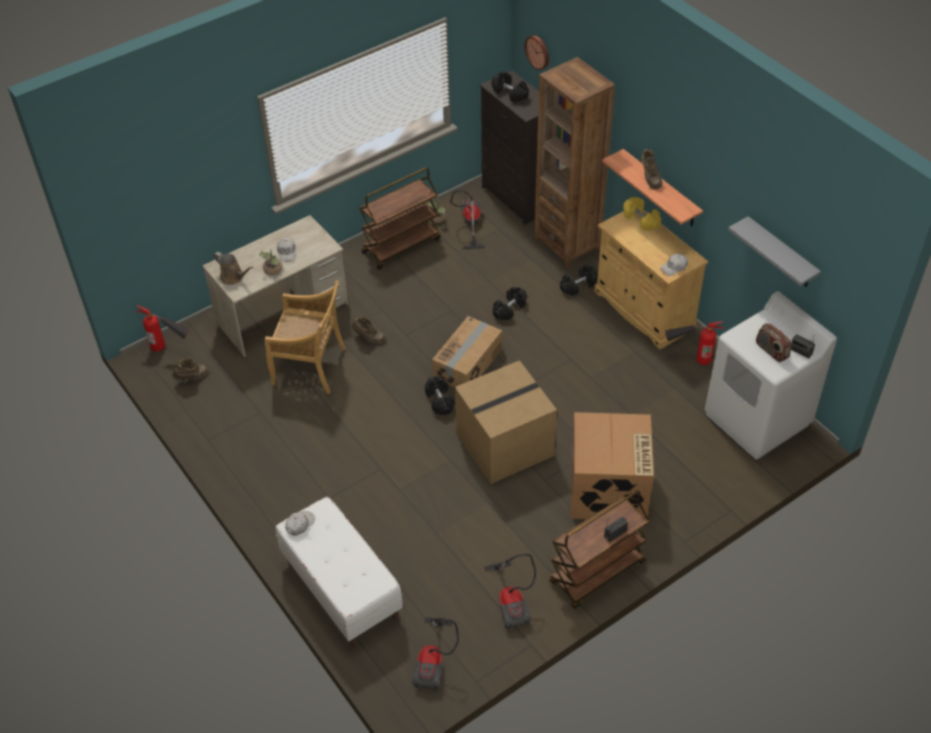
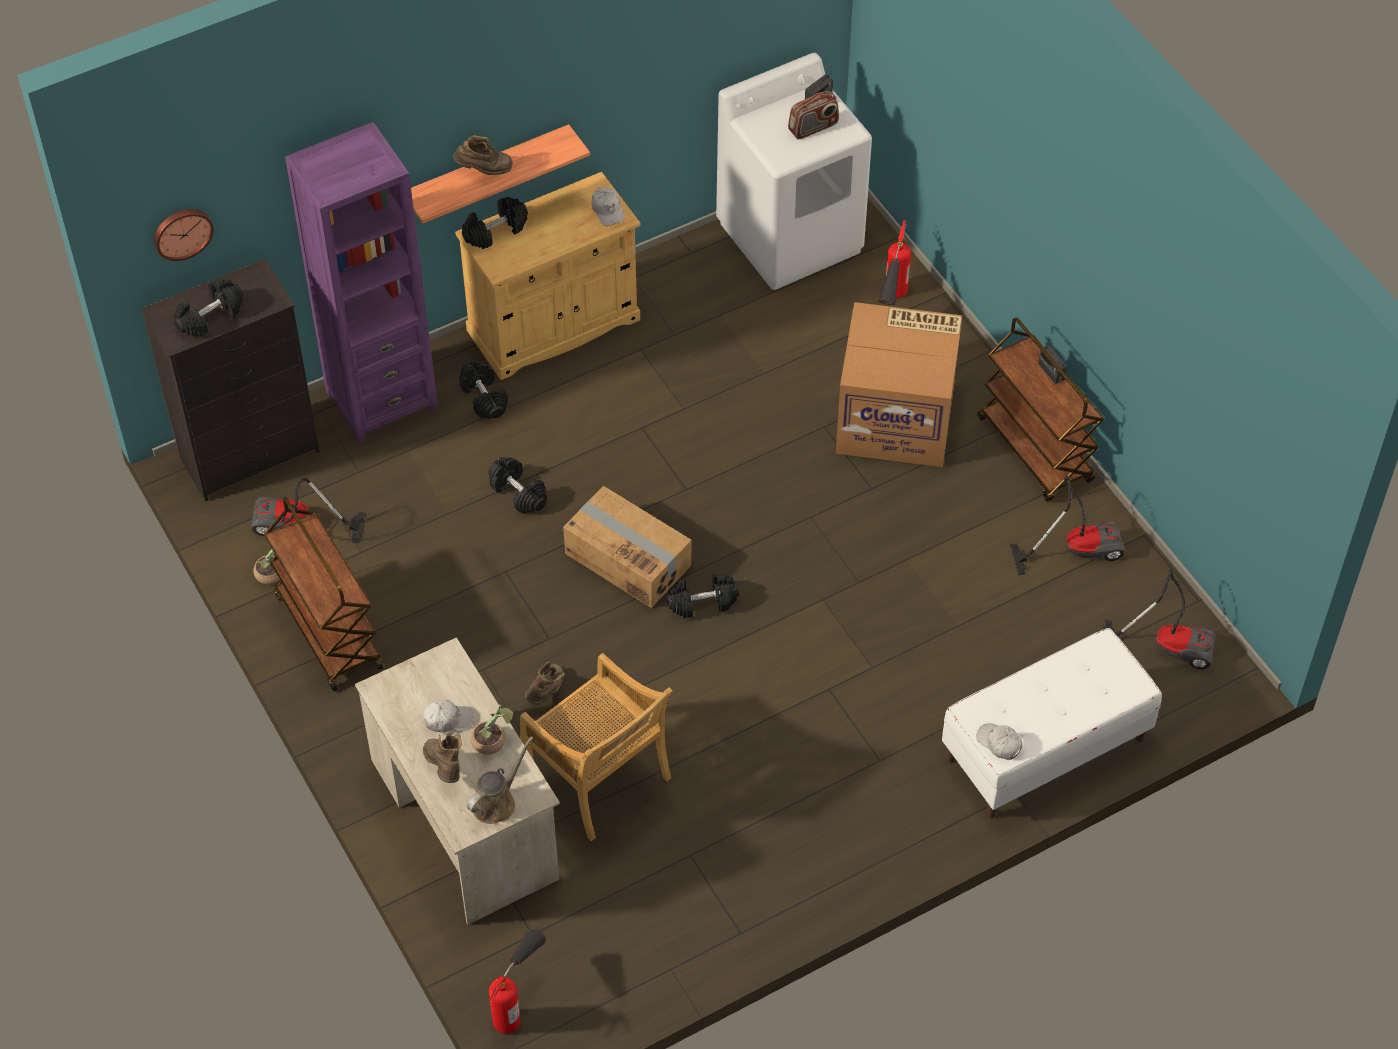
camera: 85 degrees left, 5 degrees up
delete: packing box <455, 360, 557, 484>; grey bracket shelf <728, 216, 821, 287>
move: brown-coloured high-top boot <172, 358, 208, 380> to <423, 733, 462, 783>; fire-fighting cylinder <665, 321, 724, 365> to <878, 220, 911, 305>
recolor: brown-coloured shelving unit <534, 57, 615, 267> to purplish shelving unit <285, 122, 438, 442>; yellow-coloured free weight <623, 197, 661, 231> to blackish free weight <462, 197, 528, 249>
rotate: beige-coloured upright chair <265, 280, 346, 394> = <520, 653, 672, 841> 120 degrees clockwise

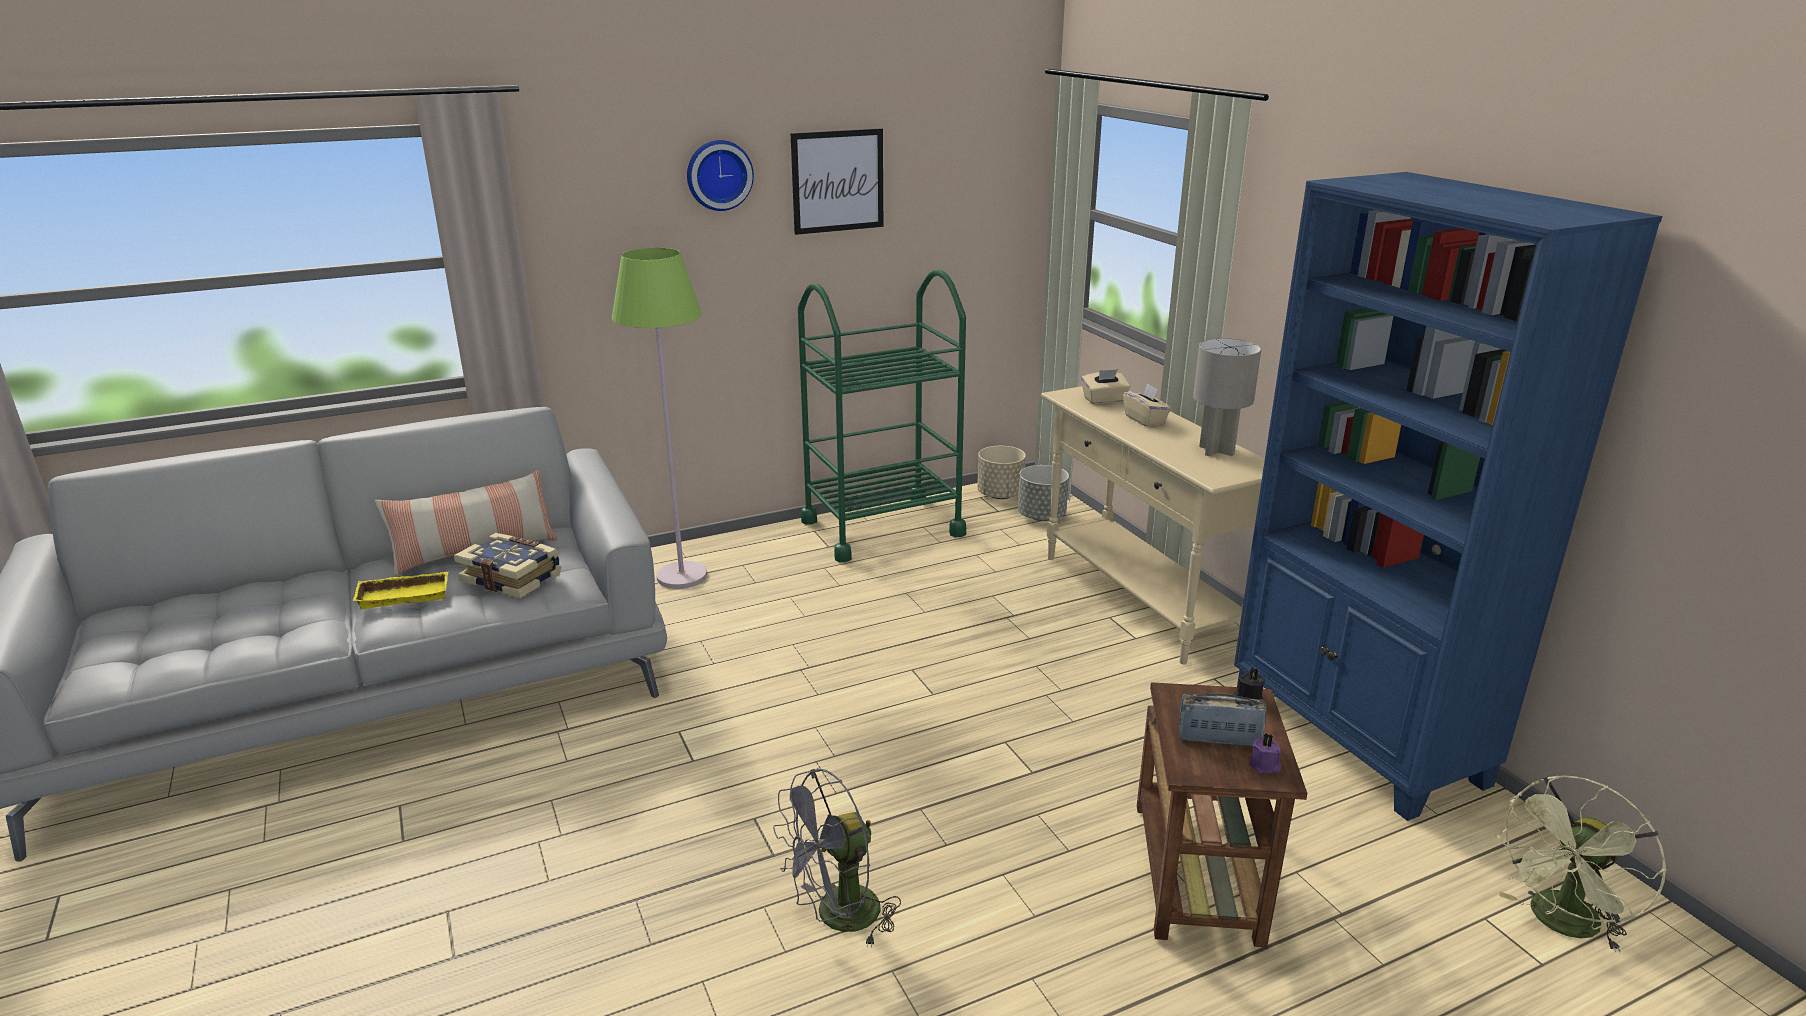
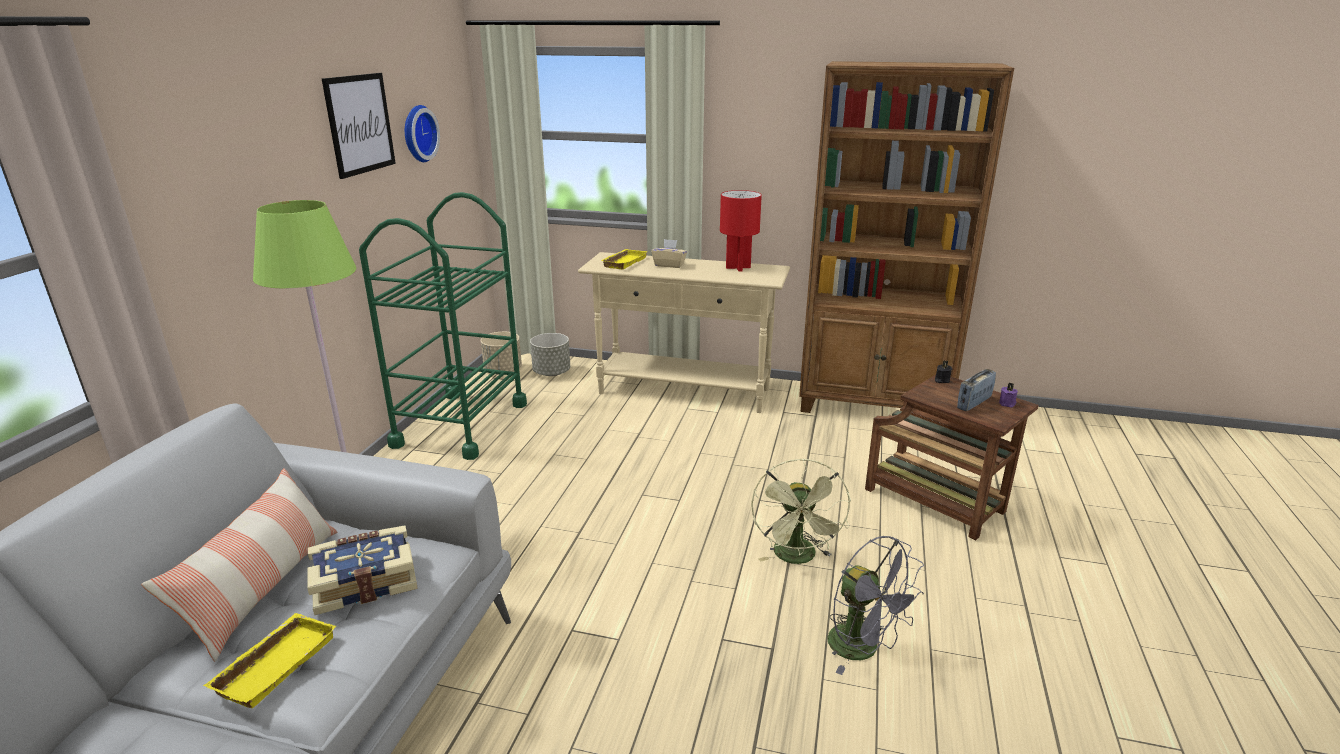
camera: 50 degrees left, 0 degrees up
move: hanging clock <687, 140, 754, 211> to <405, 105, 440, 162>; green-coloured fan <1496, 775, 1667, 952> to <751, 458, 851, 564>
replace: beige-coloured box of tissues <1081, 369, 1130, 404> to yellow-coloured tray <600, 249, 648, 269>
recolor: grey table lamp <1193, 338, 1261, 456> to reddish table lamp <720, 190, 762, 272>; blue-coloured shelving unit <1234, 172, 1662, 821> to brown-coloured shelving unit <799, 61, 1014, 413>
rotate: grey fan <773, 768, 901, 948> = <827, 536, 924, 675> 45 degrees counterclockwise

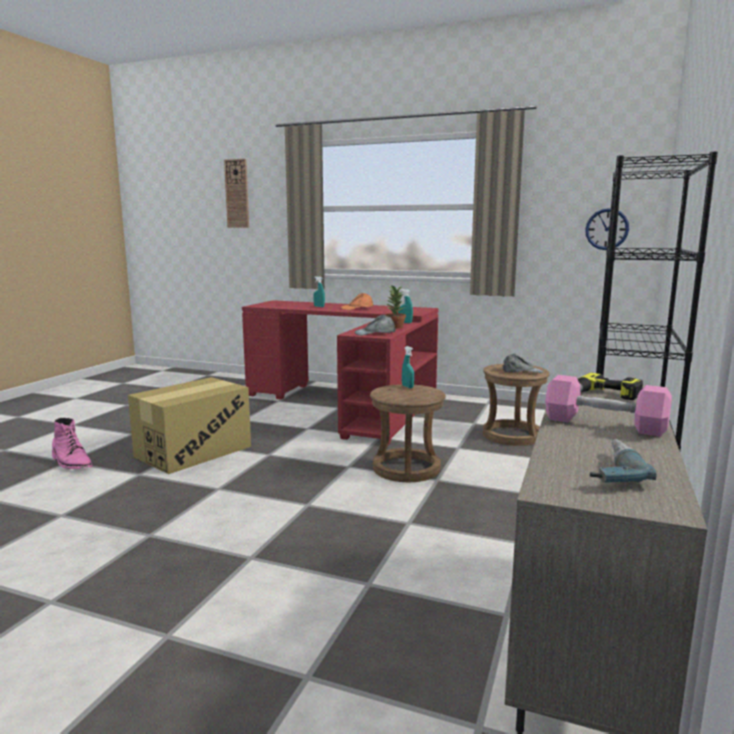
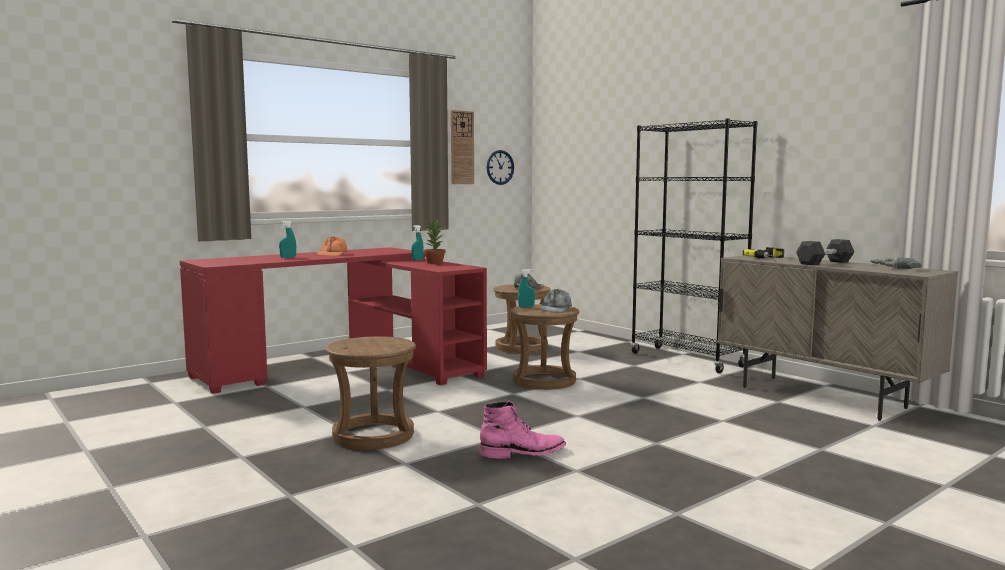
camera: 60 degrees left, 5 degrees down
move: pink high-top boot <52, 418, 93, 469> to <479, 401, 566, 459>; hanging clock <224, 159, 249, 228> to <451, 110, 474, 184>; grey baseball cap <355, 315, 396, 336> to <540, 289, 572, 313>
replace: packing box <128, 377, 251, 474> to brown-coloured sitting stool <326, 336, 416, 450>
recolor: pink free weight <545, 375, 672, 437> to grey free weight <796, 239, 854, 265>

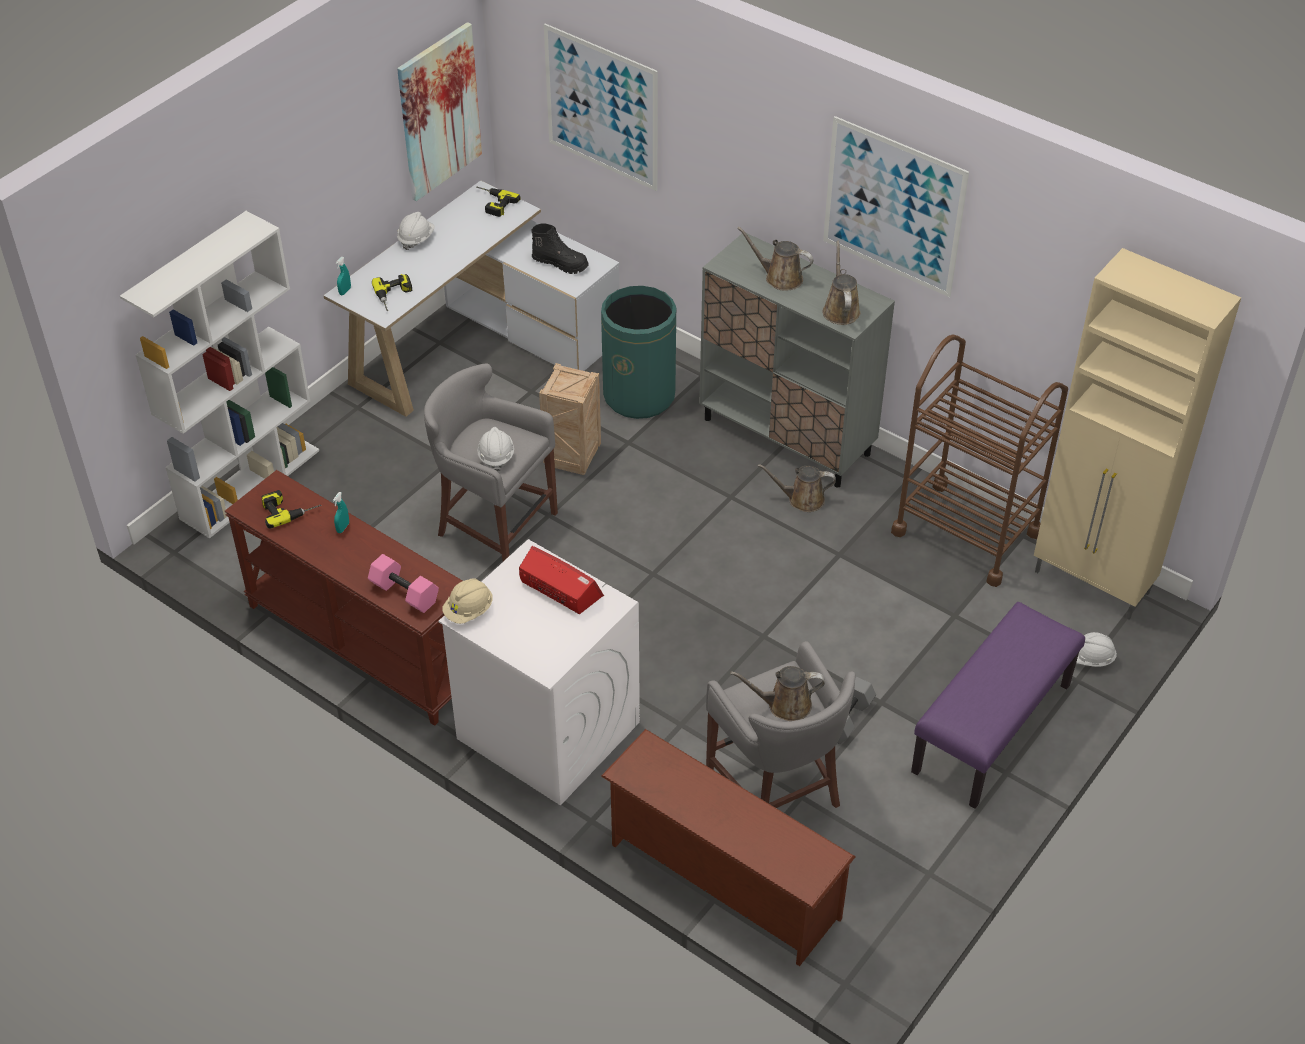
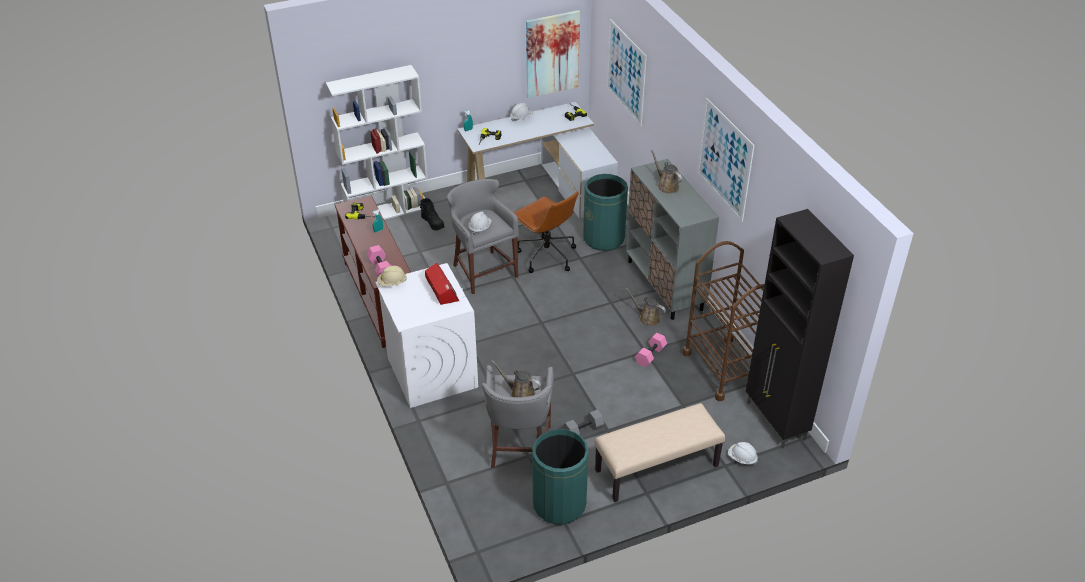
camera: 30 degrees right, 5 degrees down
delete: brown-coloured shoe shelf <601, 729, 856, 966>; brown-coloured watering can <822, 241, 860, 325>
insert: green-coloured trash can <532, 429, 589, 525>; pink free weight <635, 333, 667, 367>
move: blackish high-top boot <531, 224, 589, 274> to <420, 198, 445, 230>
replace: shipping crate <539, 363, 601, 475> to brown-coloured office chair <513, 192, 578, 273>
recolor: purplish long seat <911, 602, 1085, 809> to beige-coloured long seat <594, 403, 725, 502>; beige-coloured storage cabinet <1034, 248, 1241, 620> to blackish storage cabinet <746, 209, 854, 448>

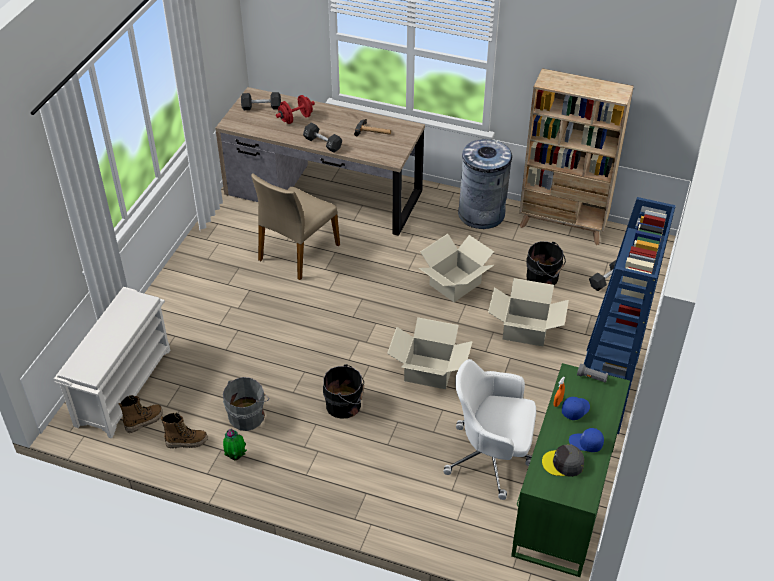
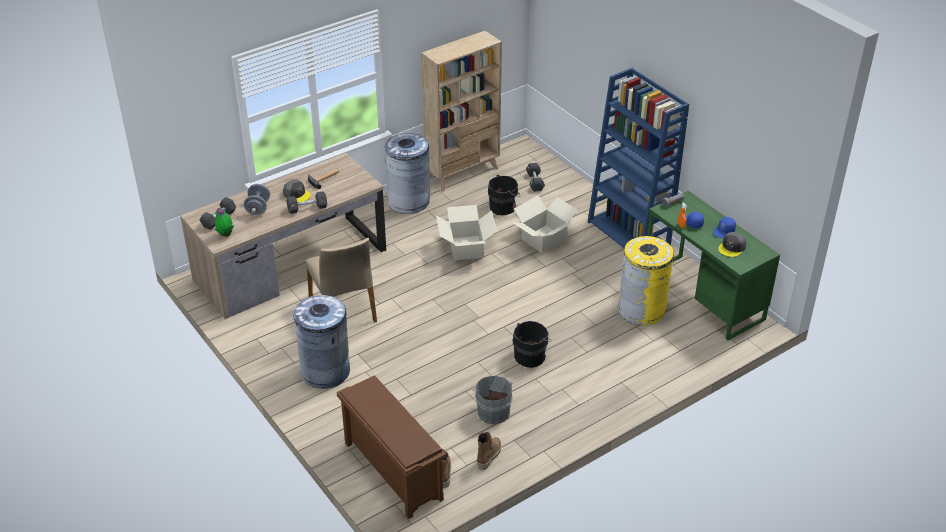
camera: 55 degrees left, 5 degrees down
delete: packing box <387, 317, 473, 389>
insert: grey baseball cap <283, 180, 311, 202>; grey trash can <293, 295, 350, 389>
move: potted plant <223, 429, 247, 460> to <215, 208, 234, 237>
replace: white office chair <443, 359, 536, 500> to yellow-coloured trash can <618, 236, 674, 326>
recolor: white shoe shelf <54, 287, 170, 438> to brown-coloured shoe shelf <337, 375, 446, 519>; reddish free weight <276, 95, 315, 124> to grey free weight <244, 184, 270, 215>

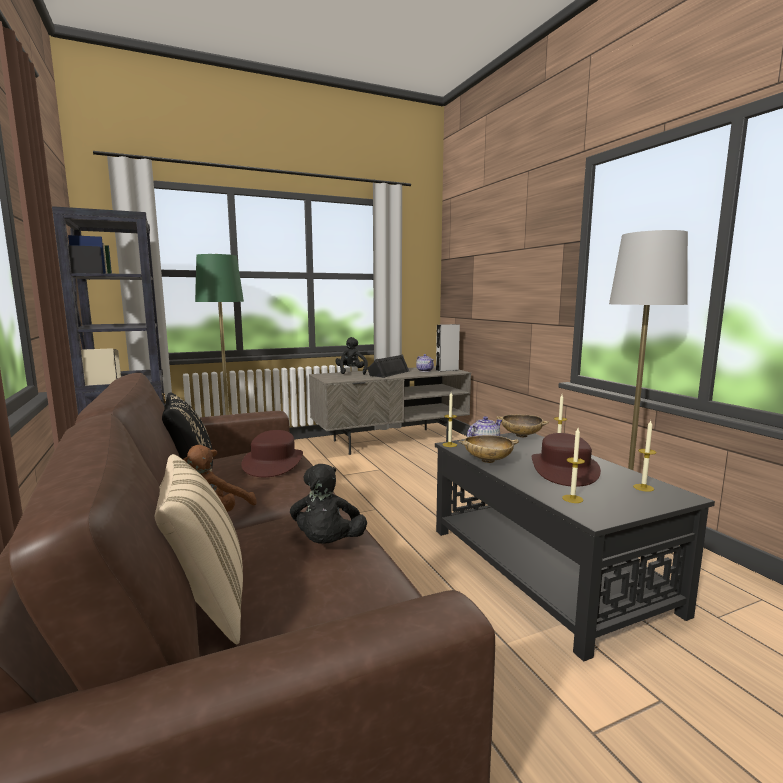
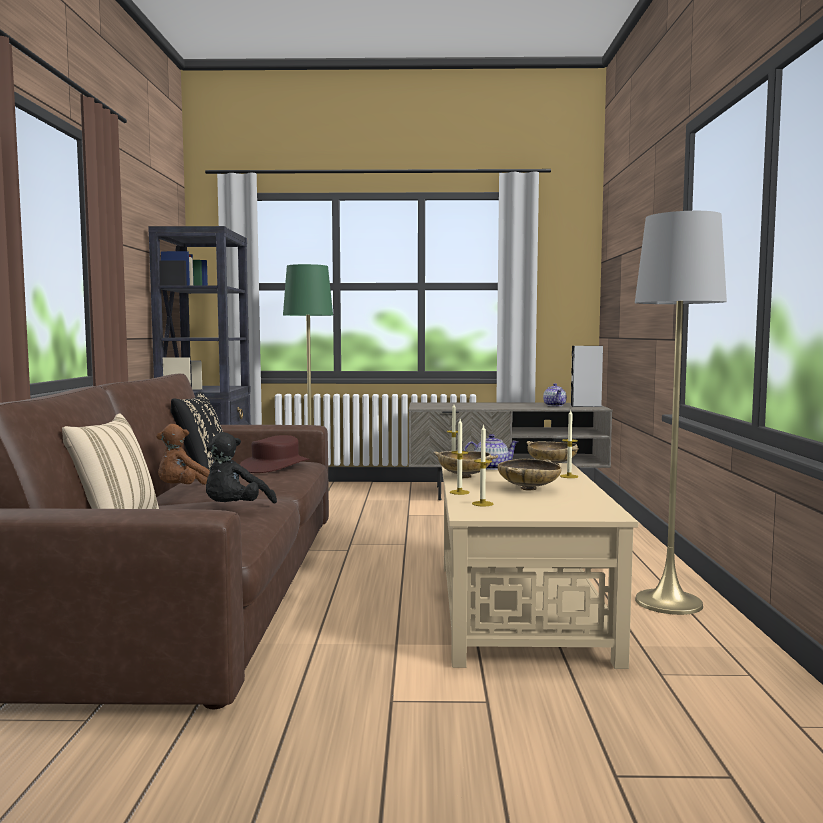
camera: 25 degrees right, 5 degrees down
delete: blackish soft toy <335, 337, 368, 375>; blackish speaker <367, 354, 410, 378>
move: candle <633, 420, 657, 492> to <450, 419, 470, 495>
replace: brown-coloured wearable hat <532, 433, 601, 487> to beige-coloured serving bowl <498, 459, 561, 490>
recolor: blackish lounge table <435, 433, 715, 662> to beige-coloured lounge table <442, 463, 638, 669>

